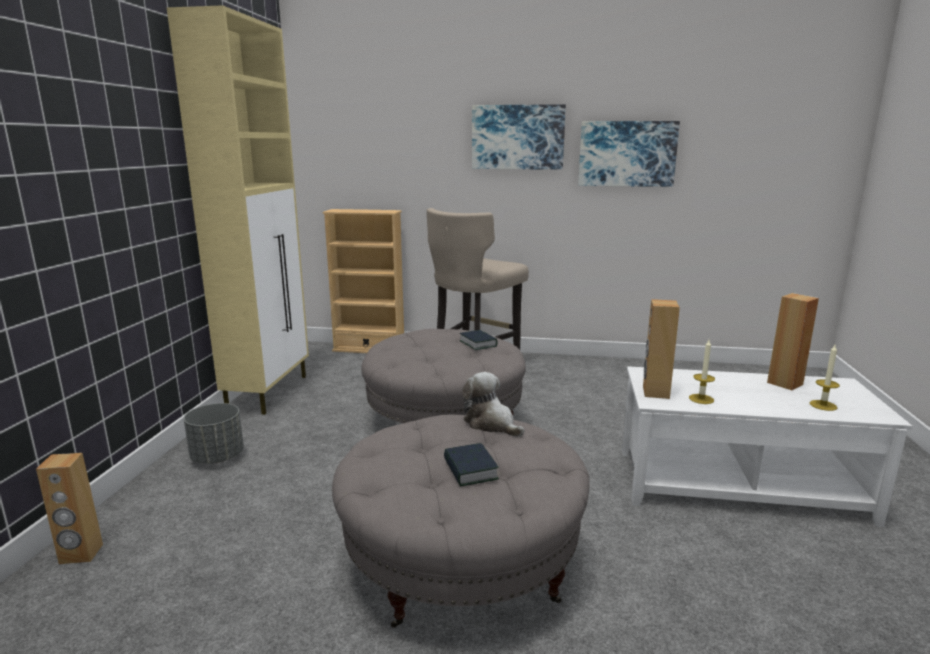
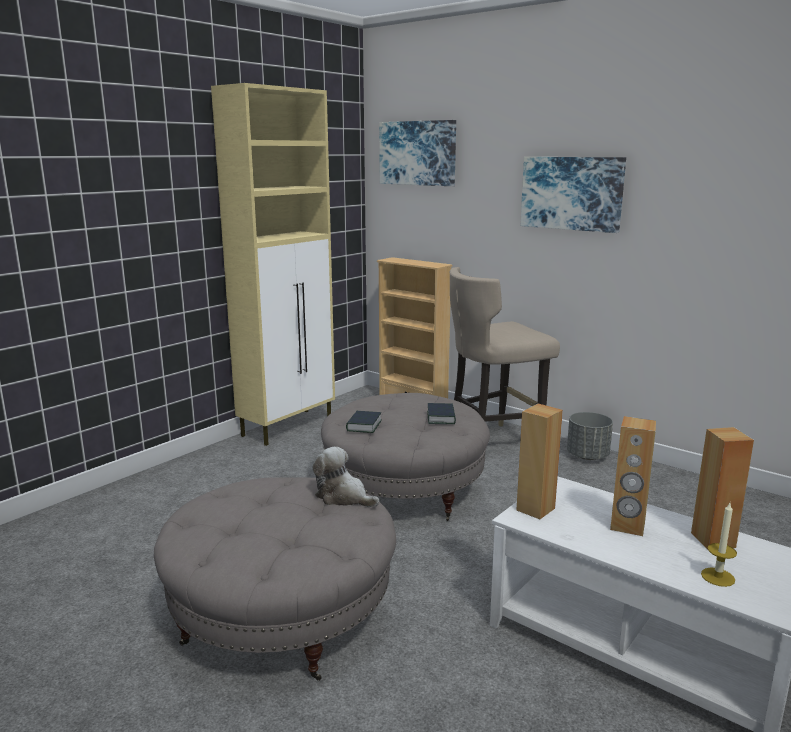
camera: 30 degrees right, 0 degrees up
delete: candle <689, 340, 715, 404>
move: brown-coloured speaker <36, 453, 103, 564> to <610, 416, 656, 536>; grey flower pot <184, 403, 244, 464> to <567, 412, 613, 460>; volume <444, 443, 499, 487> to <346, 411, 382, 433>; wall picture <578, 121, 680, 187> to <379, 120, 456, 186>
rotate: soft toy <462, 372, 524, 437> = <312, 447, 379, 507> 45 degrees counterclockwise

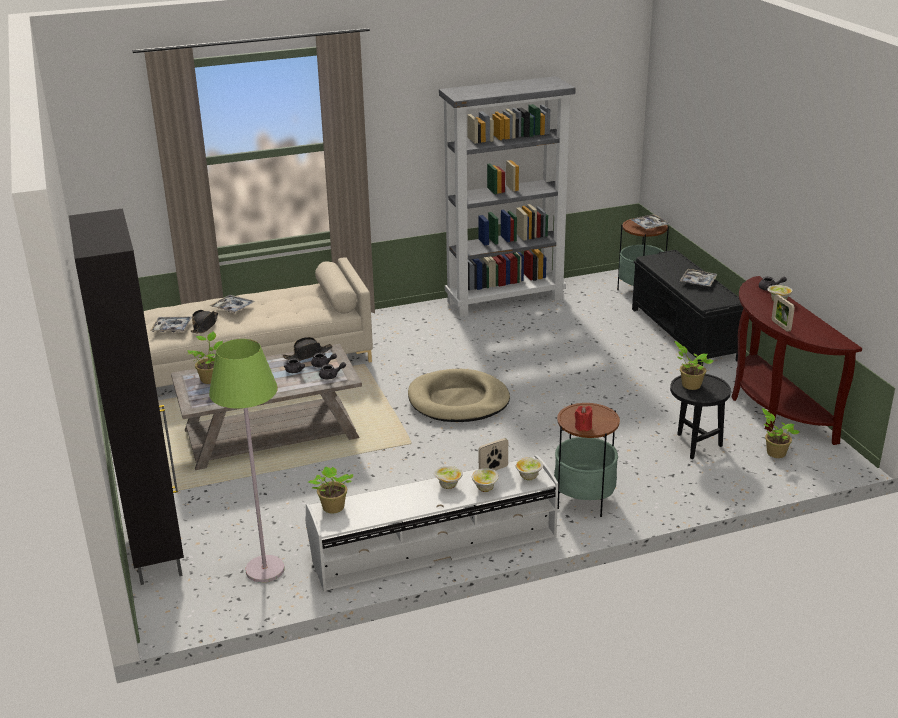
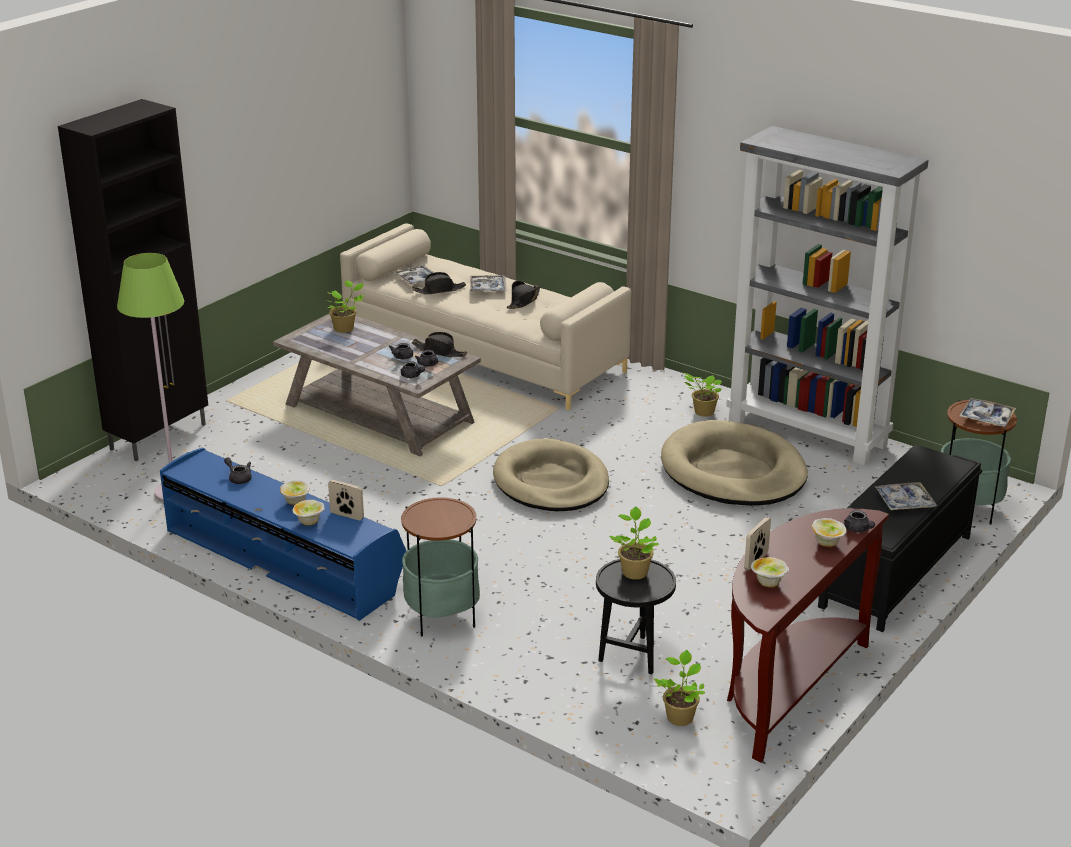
camera: 55 degrees right, 0 degrees up
delete: reddish candle <575, 406, 592, 431>
insert: grey teapot <224, 457, 252, 484>; blackish wearable hat <507, 281, 541, 309>; beige-coloured dog cushion <661, 420, 808, 506>
move: potted plant <308, 466, 353, 513> to <684, 373, 722, 417>; serving bowl <516, 457, 544, 480> to <751, 557, 789, 587>
recolor: white tv unit <306, 455, 558, 592> to blue-coloured tv unit <160, 448, 406, 621>

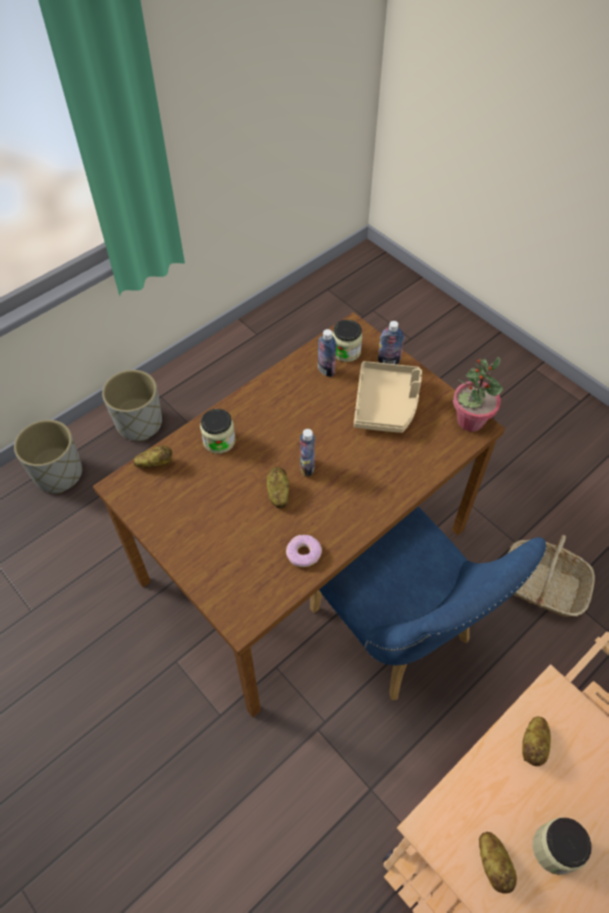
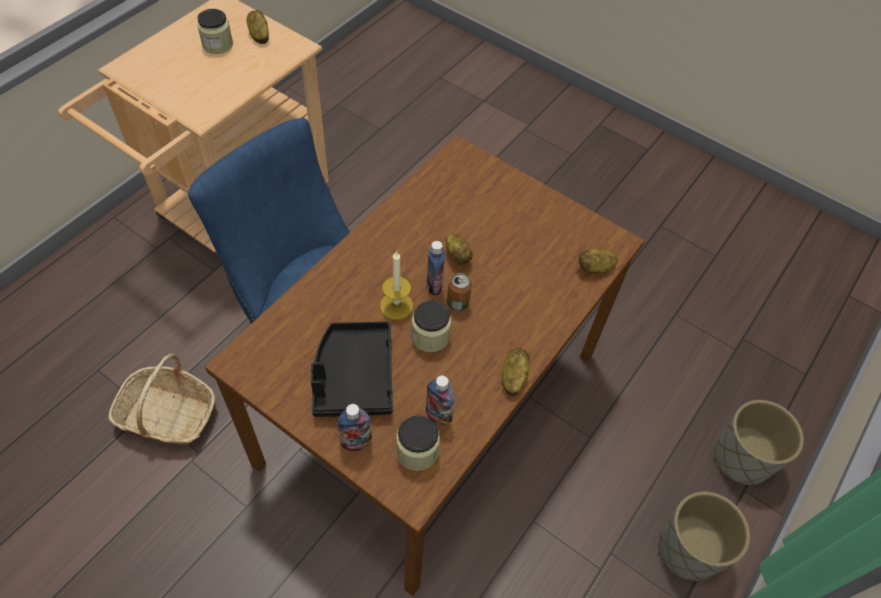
camera: 165 degrees right, 0 degrees up
delete: ring doughnut <286, 535, 322, 567>; potted plant <453, 357, 503, 432>
insert: candle <380, 251, 413, 320>; sealed can <447, 273, 472, 311>
move: storage jar <200, 409, 236, 454> to <411, 300, 451, 352>; potato <522, 717, 551, 766> to <502, 348, 530, 396>
recolor: beige-coloured tray <354, 361, 422, 433> to blackish tray <310, 321, 393, 417>

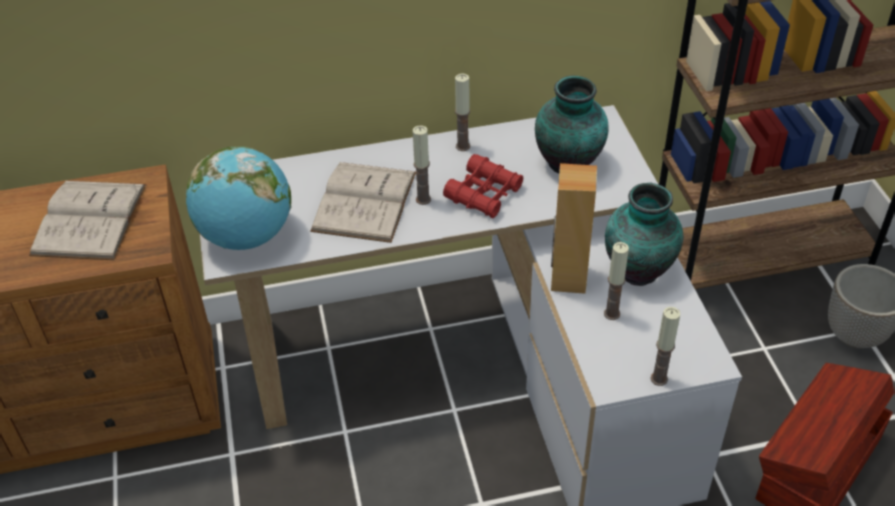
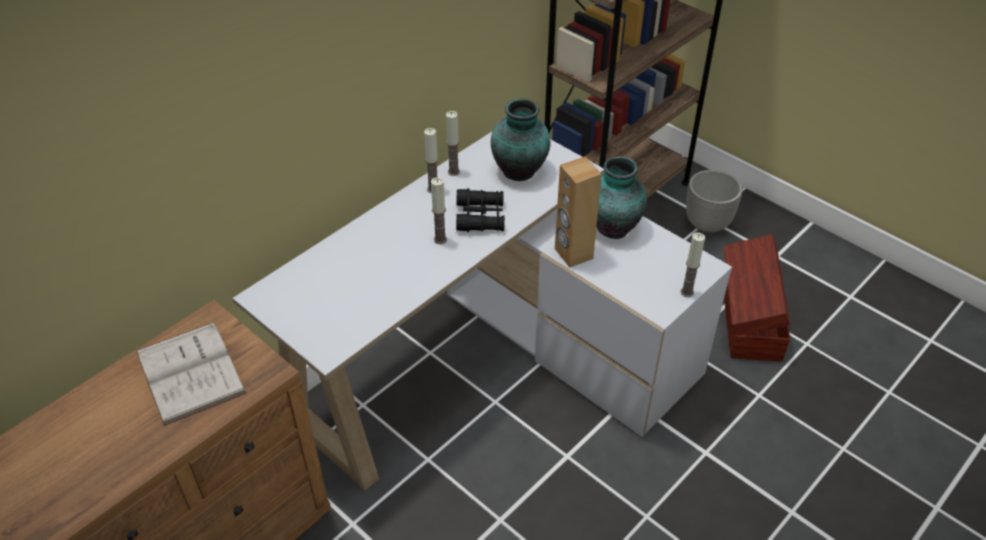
camera: 35 degrees left, 0 degrees up
delete: desk globe <186, 146, 291, 250>; white volume <310, 162, 416, 243>
move: candle <604, 242, 629, 320> to <446, 111, 460, 176>
recolor: reddish pair of binoculars <443, 154, 523, 218> to blackish pair of binoculars <456, 188, 505, 232>

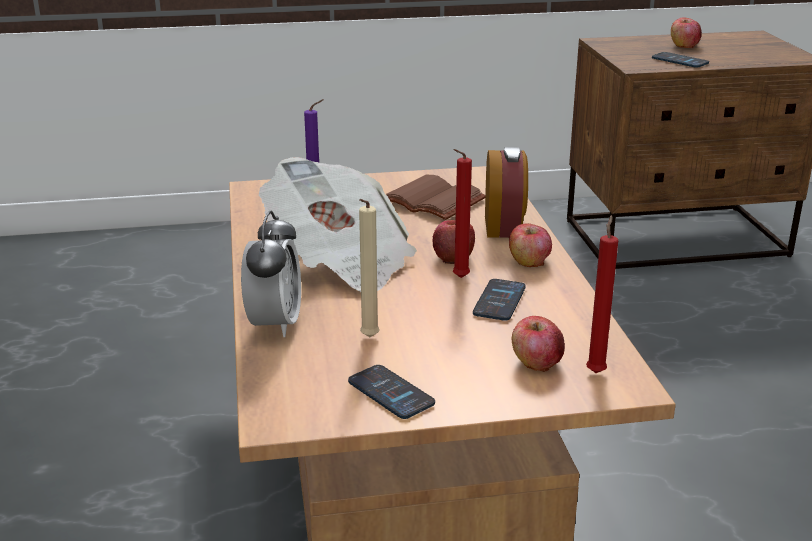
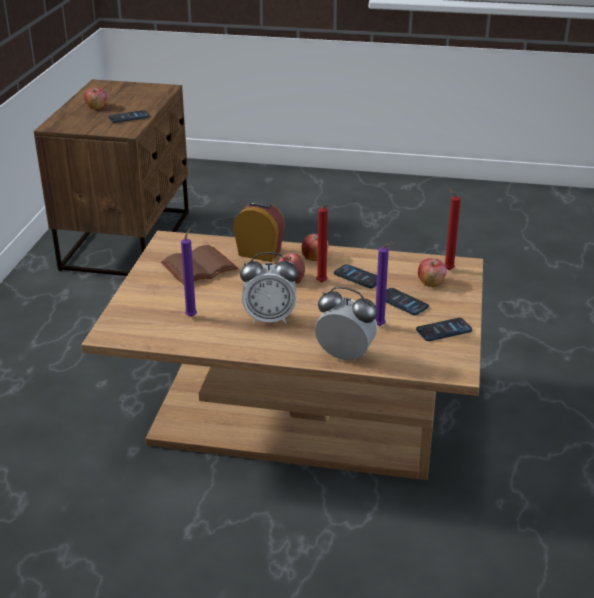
camera: 70 degrees left, 5 degrees up
insert: handset <386, 288, 429, 315>
replace: printed paper <259, 157, 417, 292> to alarm clock <240, 252, 298, 324>
recolor: beige-coloured candle <359, 199, 380, 337> to purplish candle <375, 243, 392, 326>

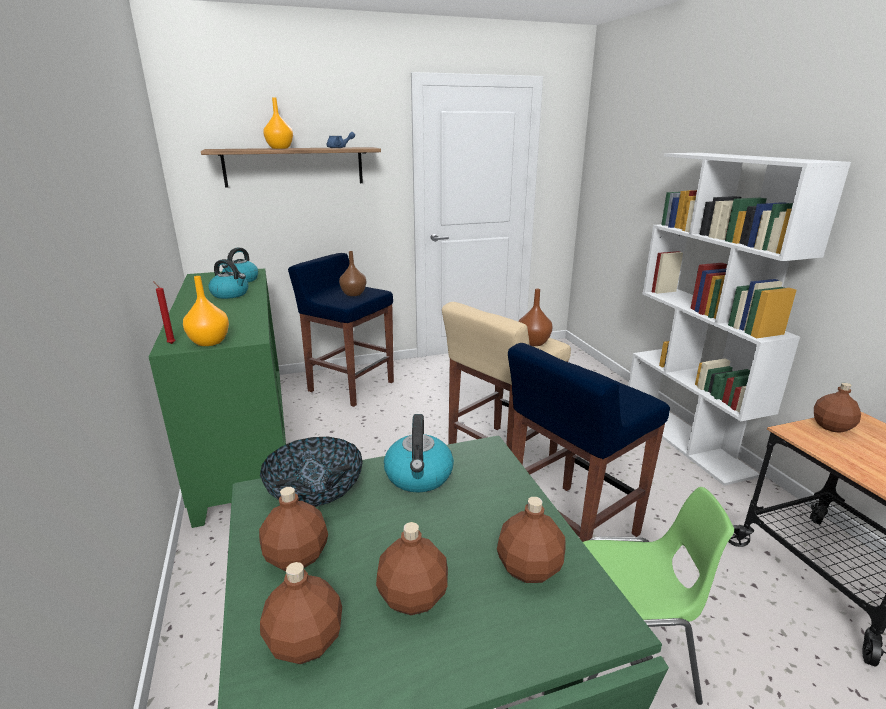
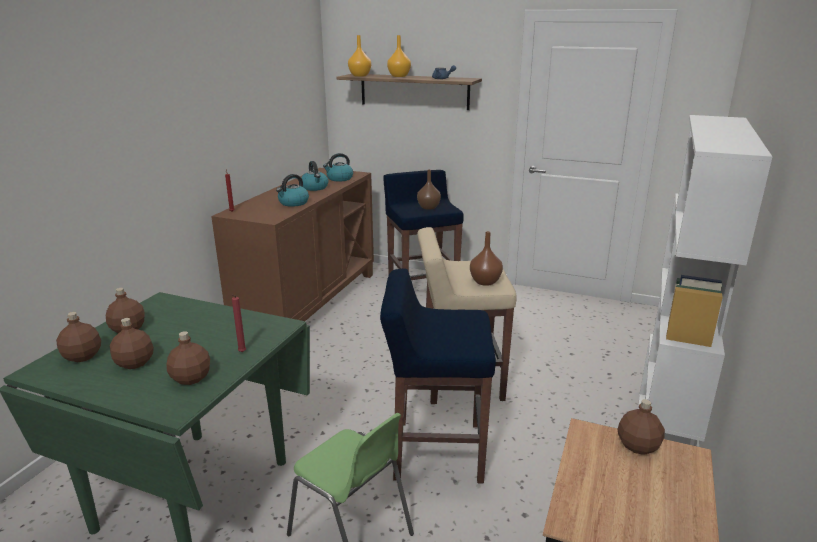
camera: 40 degrees right, 0 degrees up
delete: serving bowl <260, 437, 363, 507>
insert: reddish candle <232, 295, 246, 352>
move: orangey decorative vase <183, 276, 229, 346> to <348, 35, 371, 77>; tea kettle <384, 414, 454, 493> to <276, 174, 309, 207>
recolor: green-coloured storage cabinet <149, 268, 286, 528> to brown-coloured storage cabinet <211, 168, 374, 321>

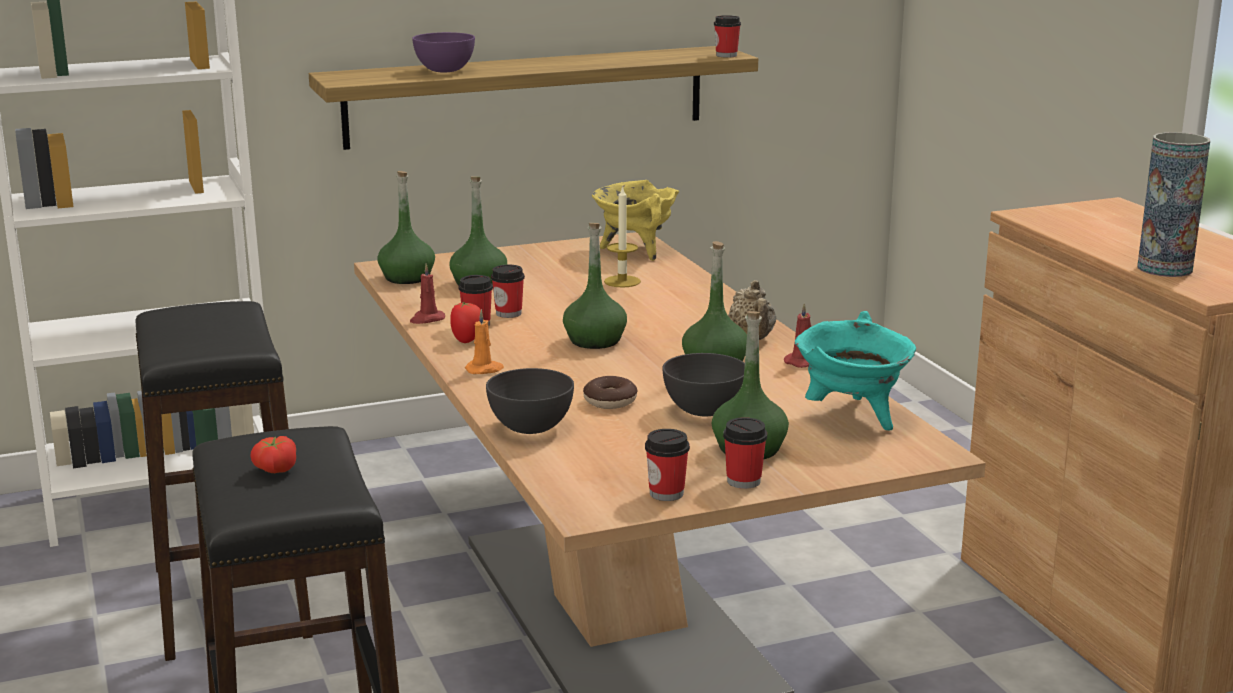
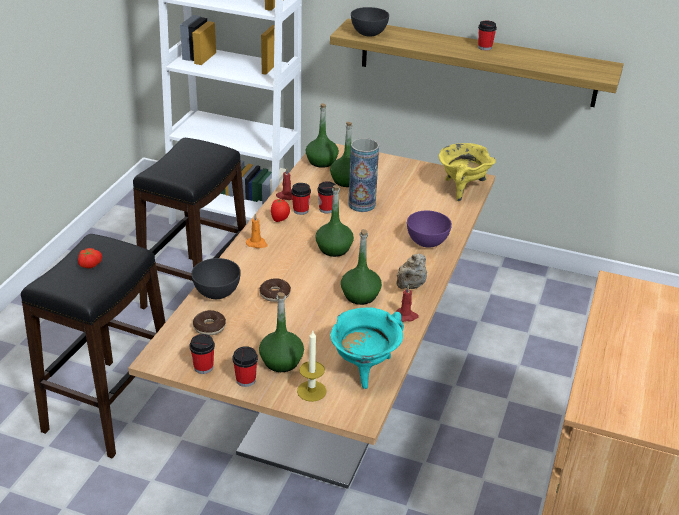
camera: 40 degrees right, 15 degrees up
insert: ring doughnut <193, 310, 226, 335>
move: purplish serving bowl <412, 32, 475, 72> to <407, 211, 452, 248>; candle <604, 185, 641, 288> to <297, 331, 327, 402>; grey serving bowl <662, 353, 745, 416> to <351, 7, 389, 37>; drinking cup <714, 15, 741, 58> to <478, 21, 497, 51>; decorative vase <1137, 132, 1210, 277> to <348, 138, 379, 212>

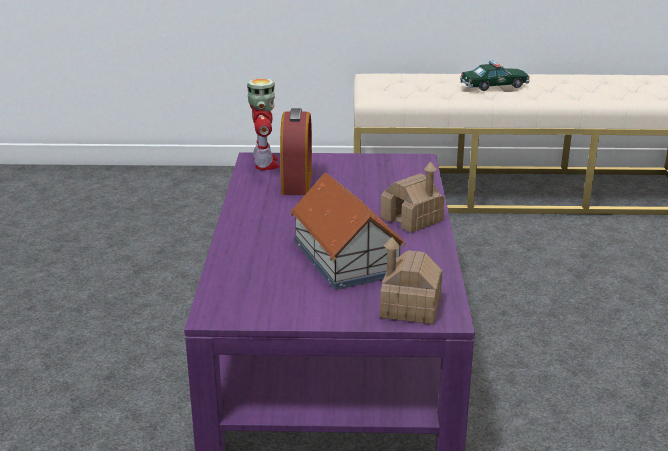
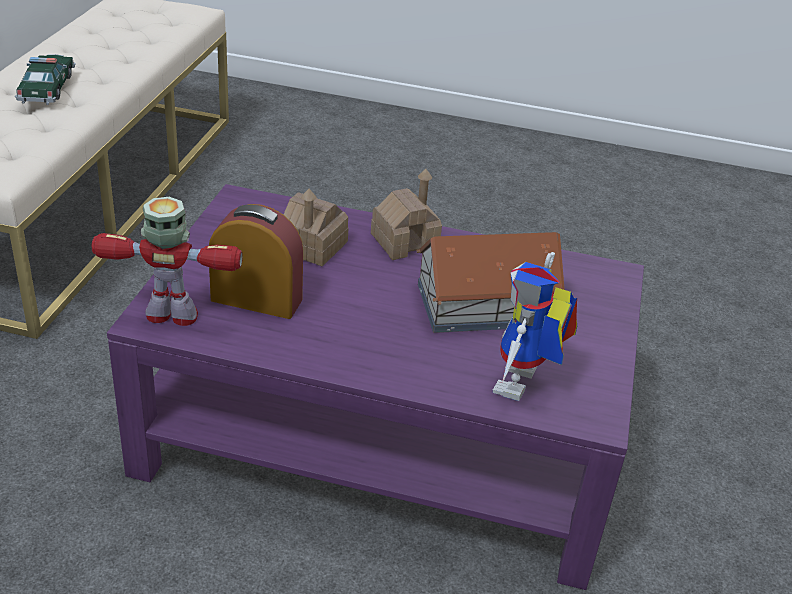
camera: 80 degrees left, 10 degrees up
insert: toy robot <492, 252, 577, 401>
move: model house <380, 237, 442, 324> to <284, 189, 348, 266>

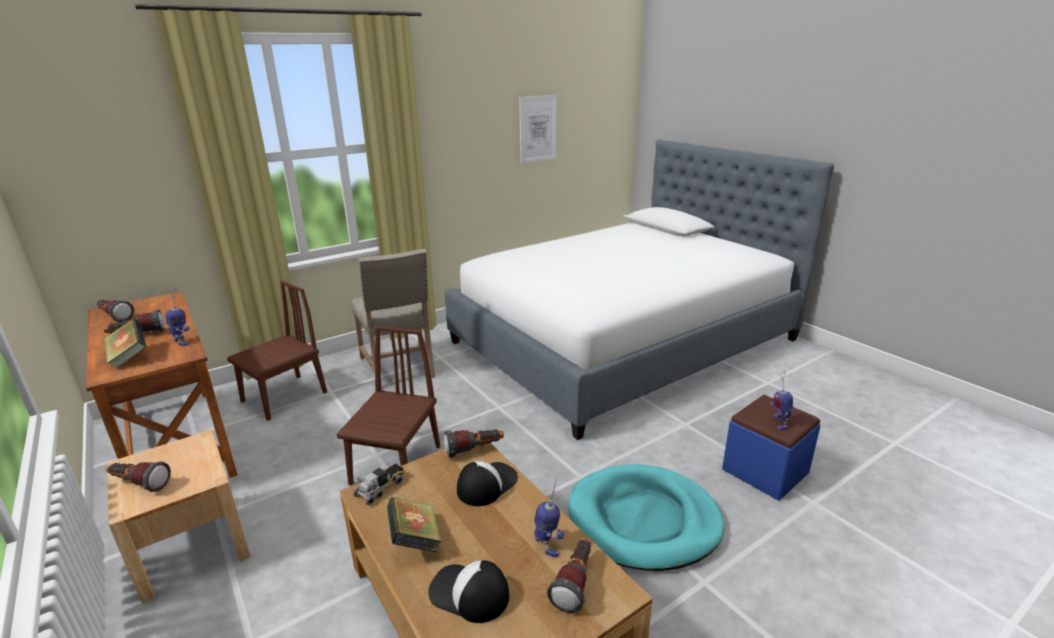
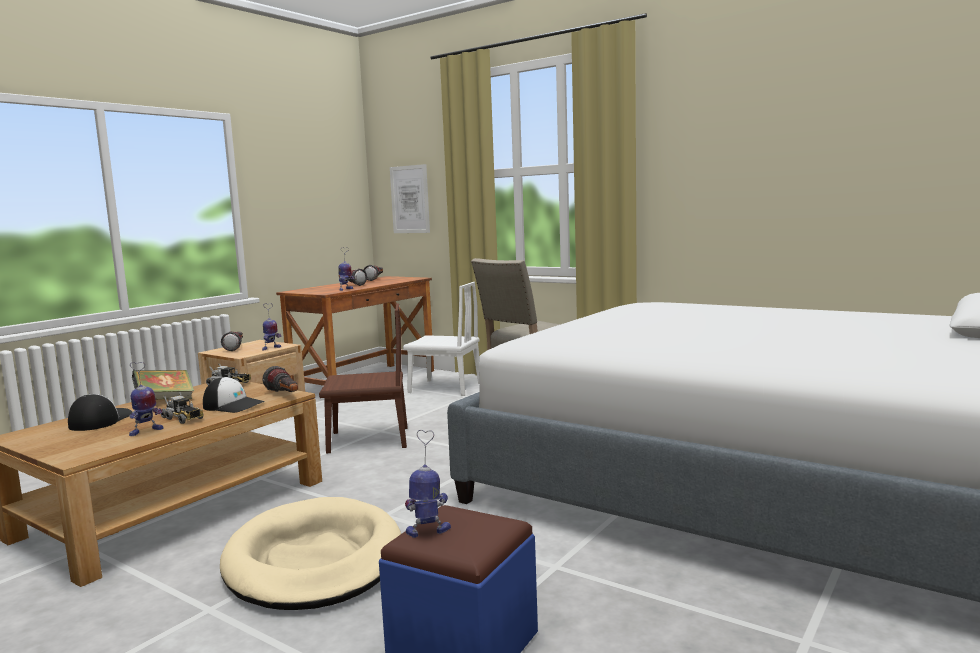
camera: 70 degrees right, 15 degrees down
delete: volume <104, 318, 147, 369>; torch <547, 538, 591, 613>
insert: model truck <161, 392, 203, 424>; toy robot <262, 303, 281, 350>
move: wall picture <519, 95, 557, 163> to <390, 164, 430, 233>
recolor: brown-coloured upright chair <227, 280, 327, 421> to white upright chair <403, 282, 480, 396>; turquoise-coloured dog cushion <568, 464, 724, 571> to beige-coloured dog cushion <220, 497, 401, 610>

